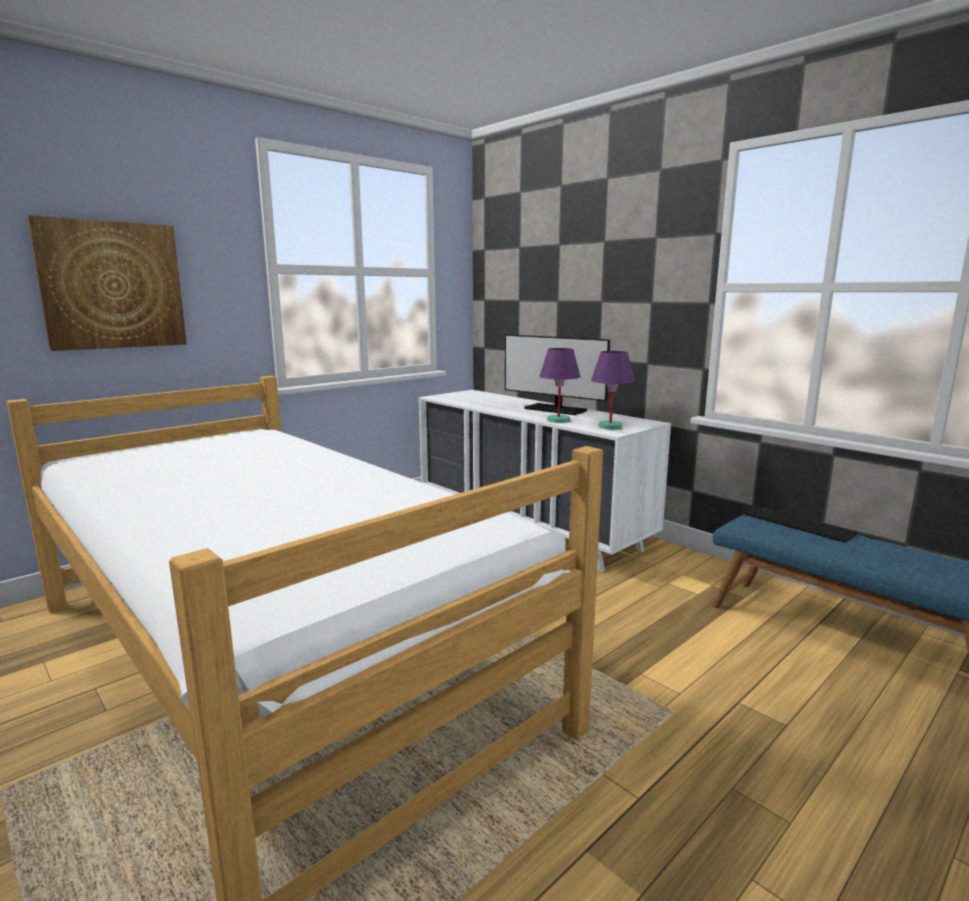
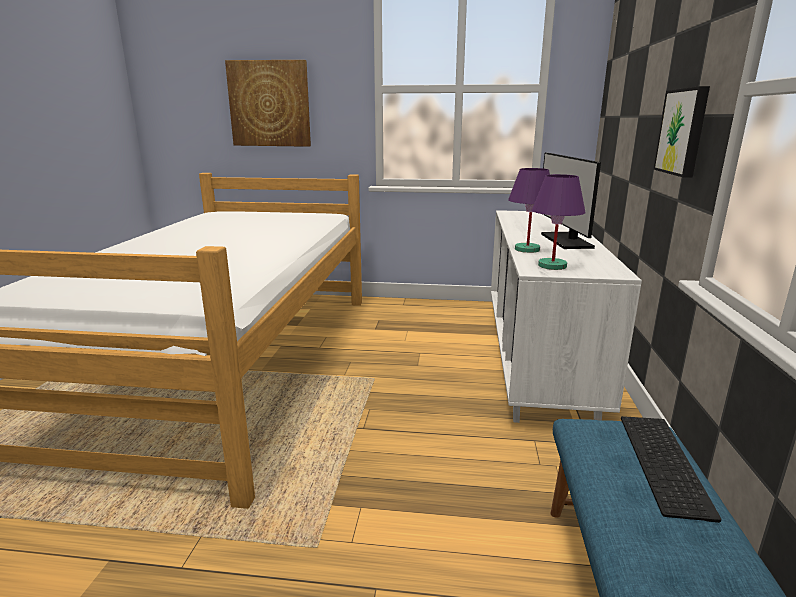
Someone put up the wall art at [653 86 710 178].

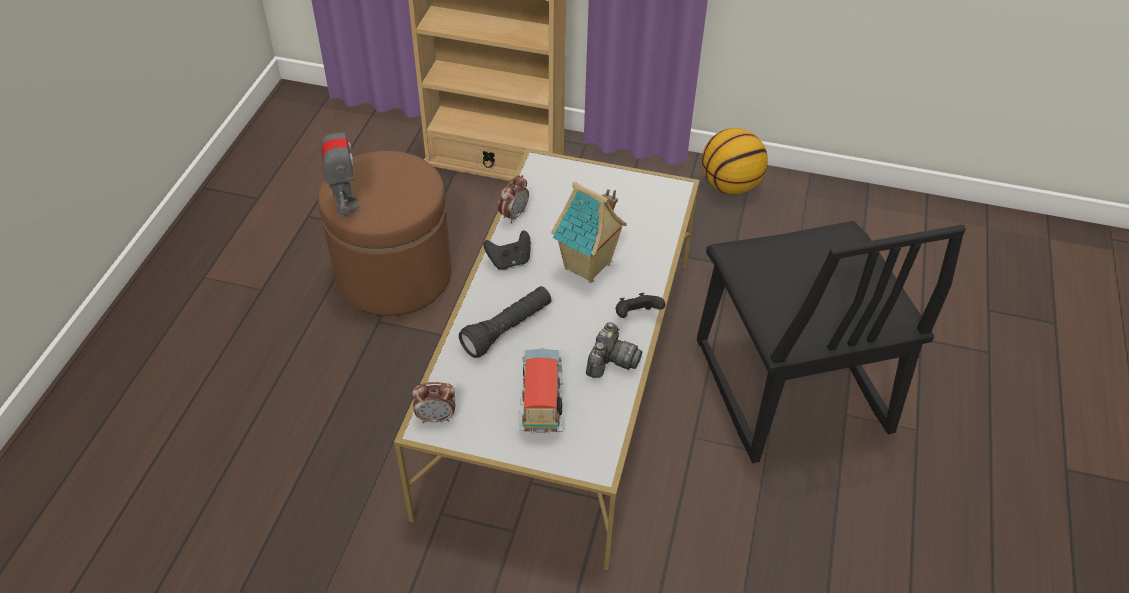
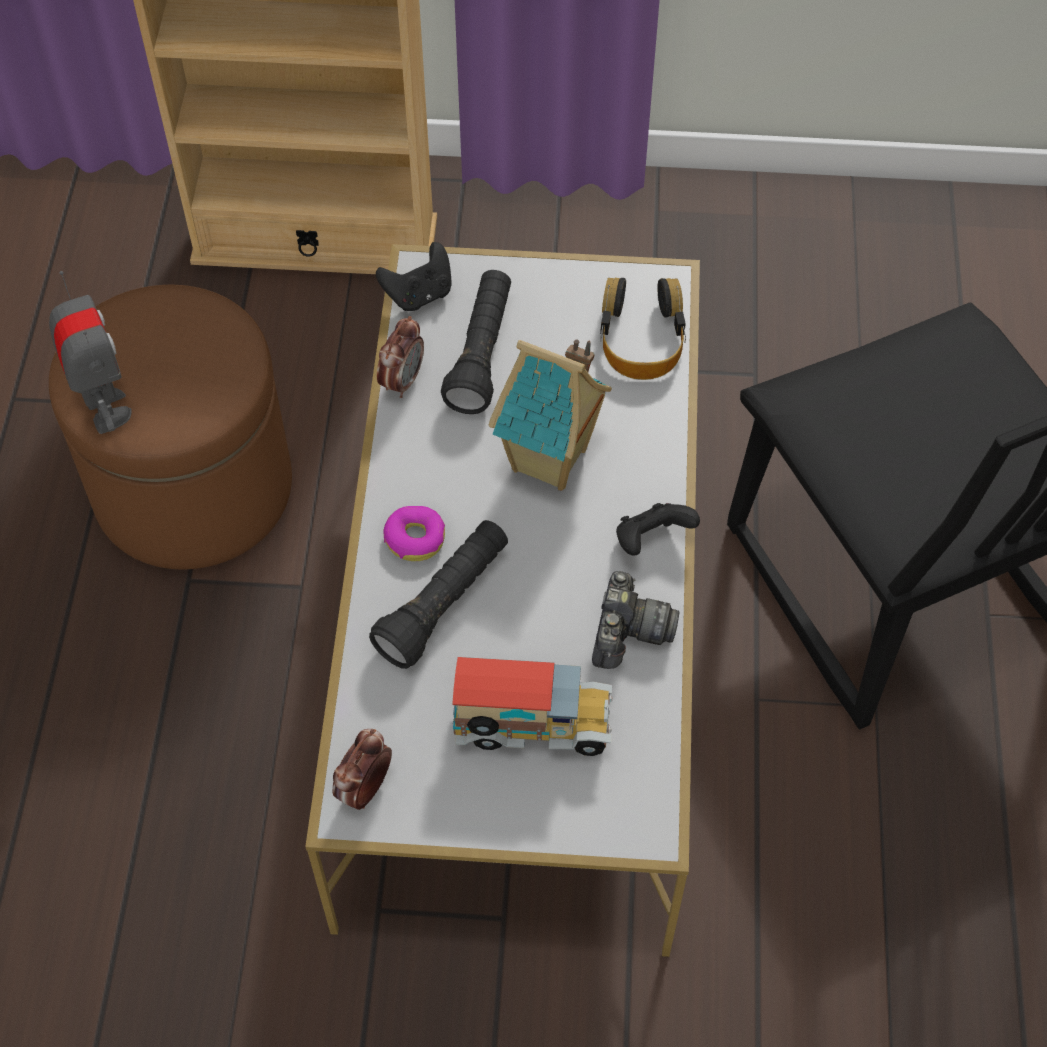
Someone rotated the table clock at [413 382 455 423] by 135 degrees clockwise. Someone carried the blackish gamepad from [483 230 531 269] to [376 242 452 311]. Someone put down the donut at [383 506 445 561]. Someone put down the blackish hand torch at [441 270 511 414]. Someone rotated the toy lorry at [519 348 563 434] by 105 degrees clockwise. Someone put down the headset at [600 278 686 380]. Someone took away the basketball ball at [702 128 768 195].

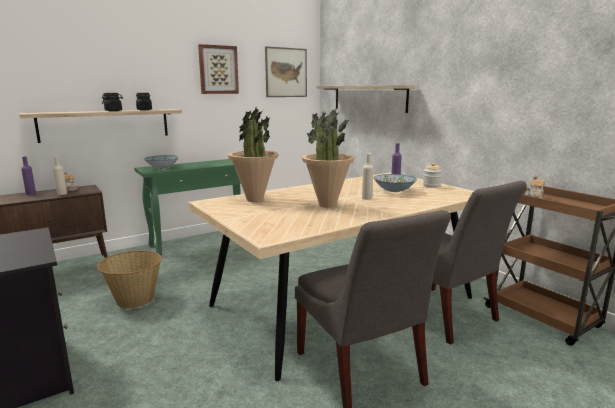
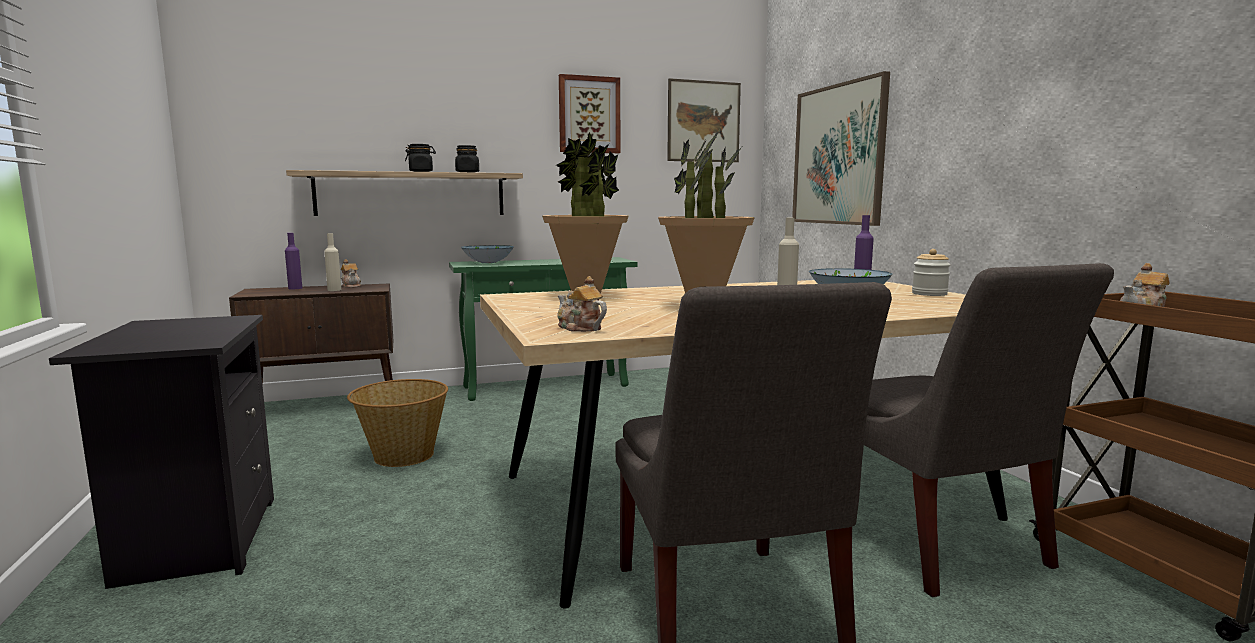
Someone put down the tea pot at [557 276 607 332]. Someone swapped the bracket shelf at [316 85 417 113] for the wall art at [792 71 890 226].

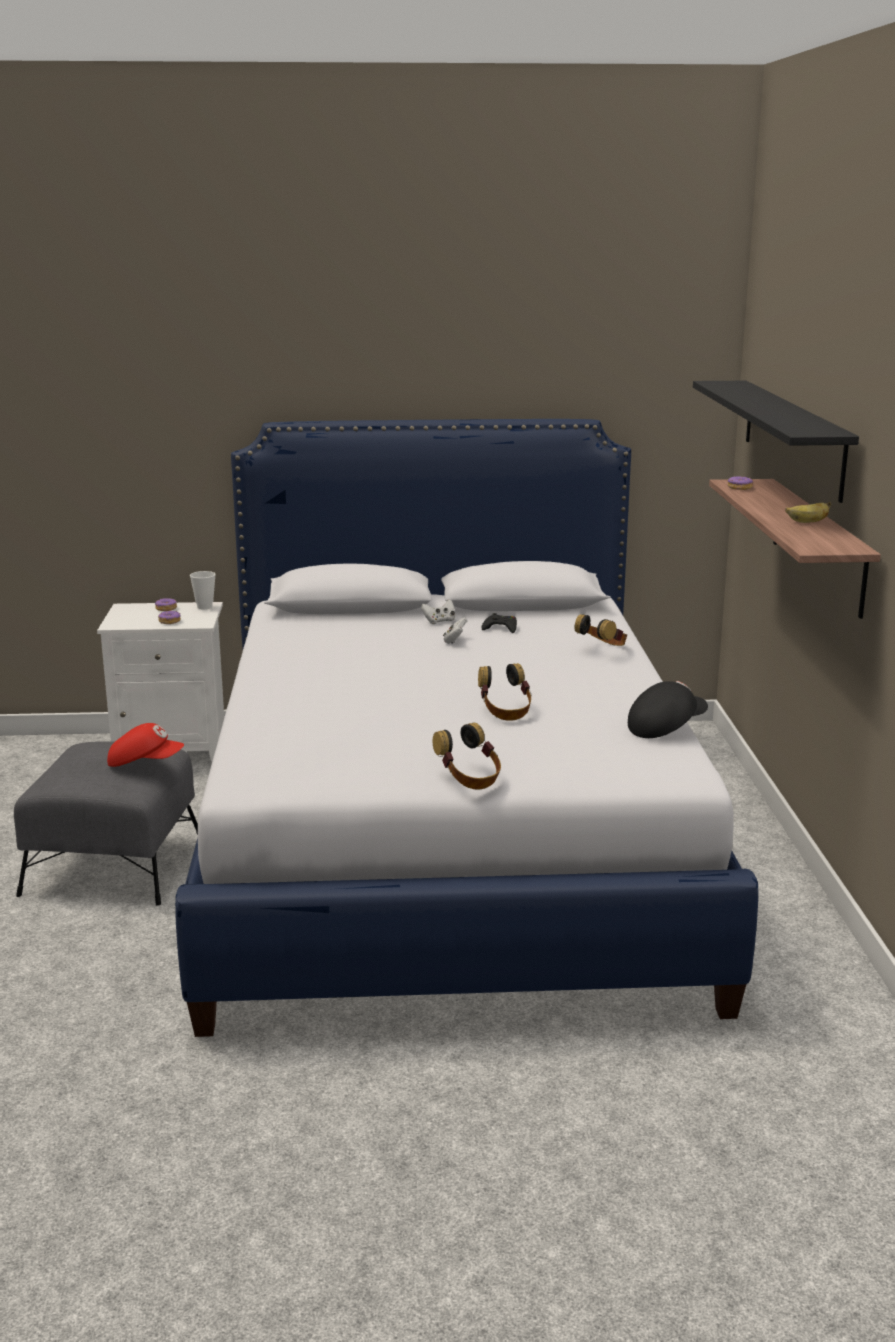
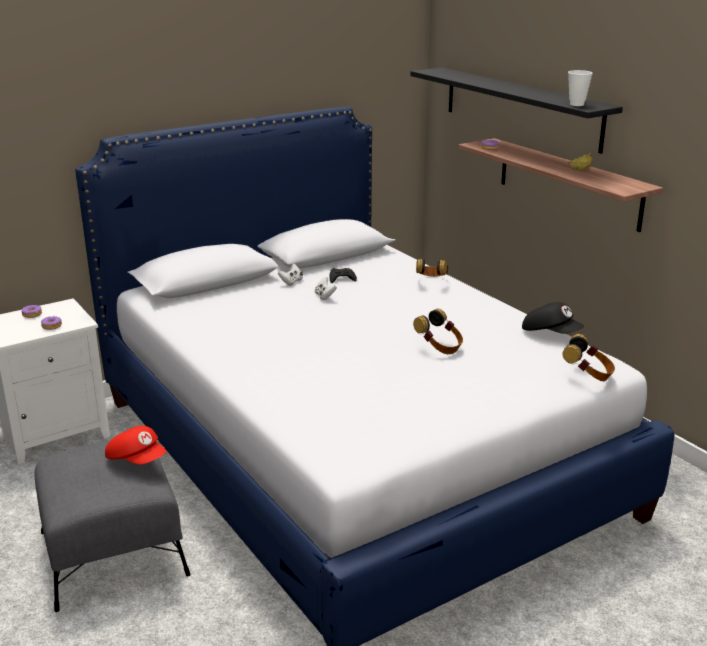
Someone rotated the reddish baseball cap at [107 723 184 767] by 60 degrees clockwise. Someone rotated the blackish baseball cap at [628 681 708 738] by 105 degrees clockwise. Someone carried the headset from [432 723 501 790] to [562 334 615 381]. Someone carried the cup from [190 571 216 610] to [568 70 593 106].

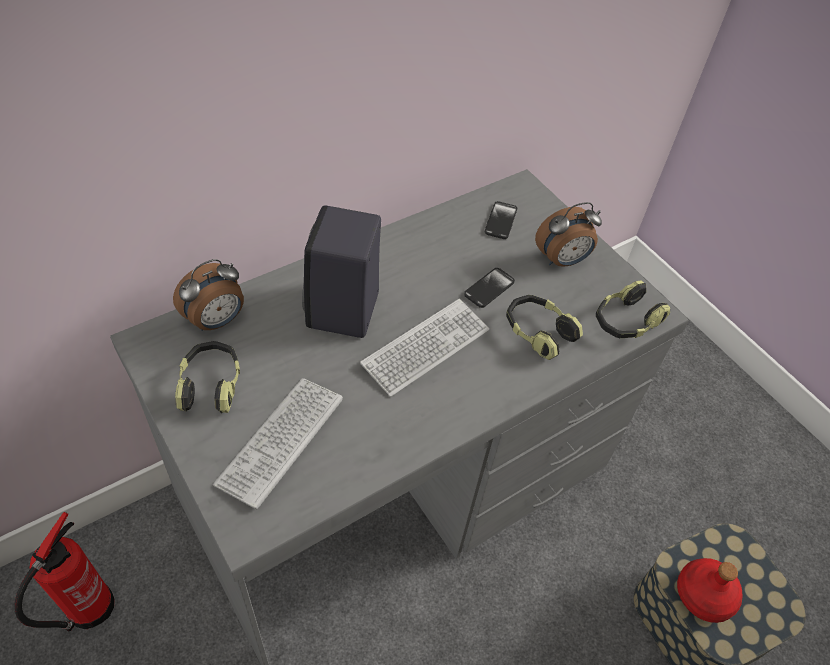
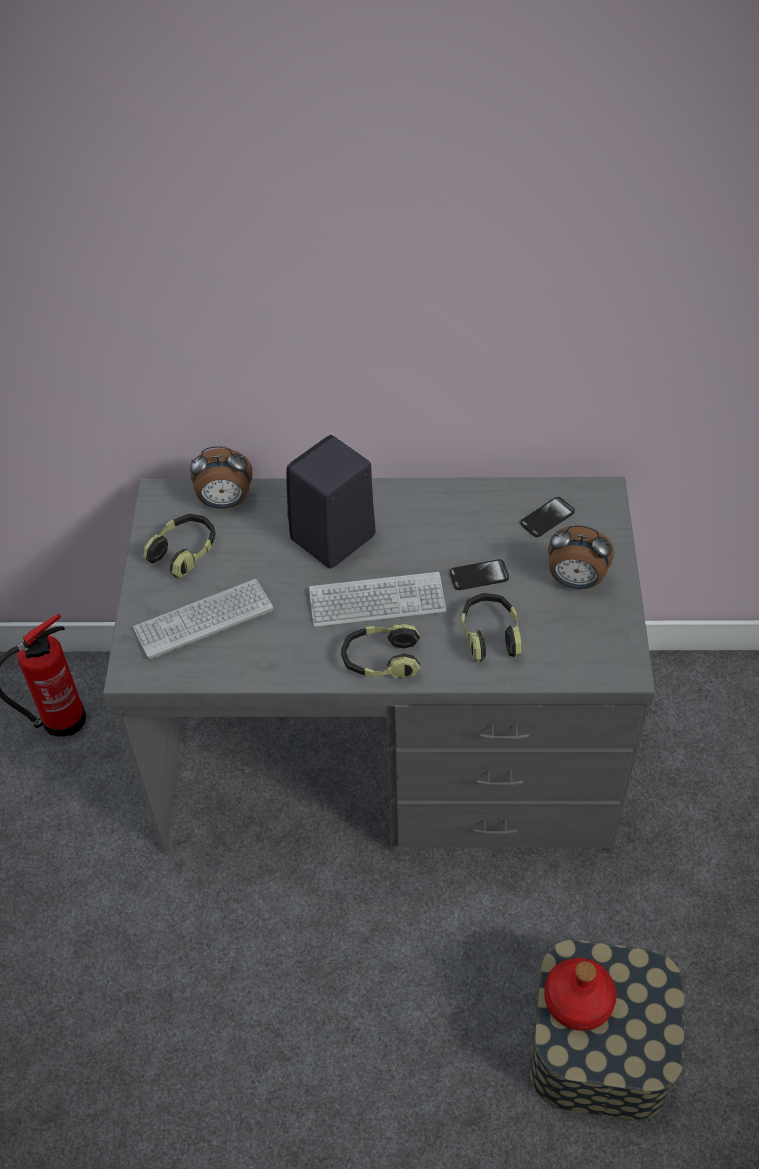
Someone carried the headset from [596 280 670 338] to [341 624 421 678].

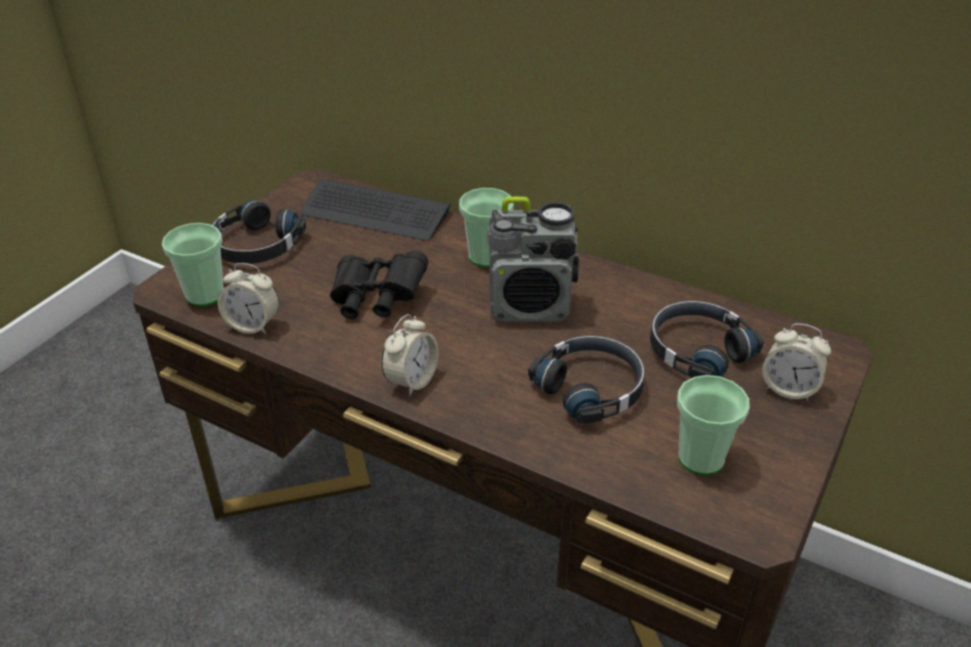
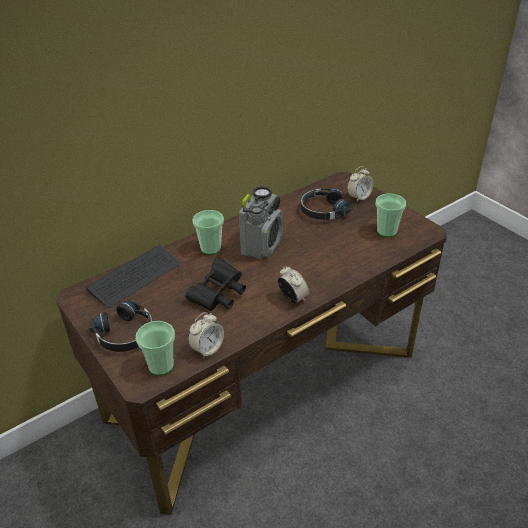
Someone took away the blackish headset at [528 335 645 424].

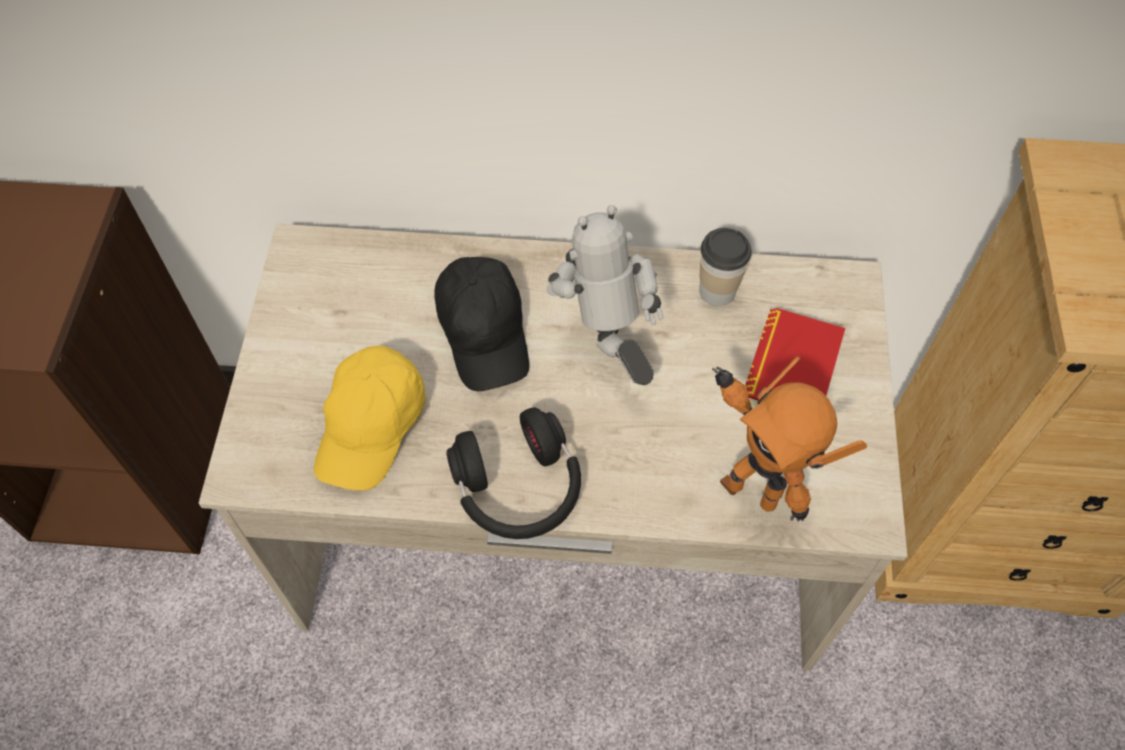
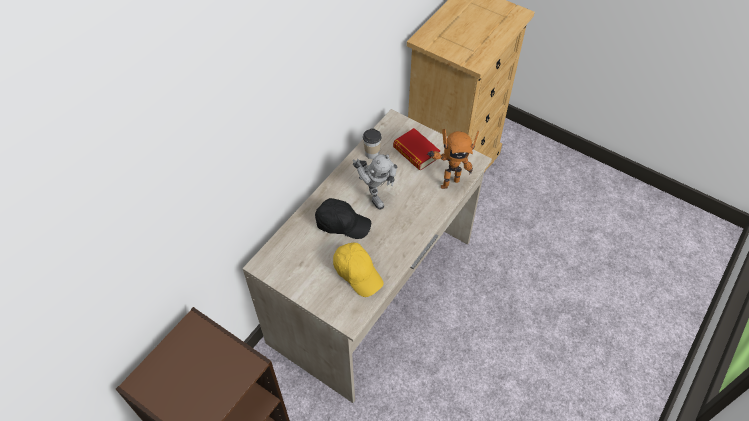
Someone rotated the robot figure at [546 205 663 385] by 135 degrees counterclockwise. Someone took away the blackish headset at [446 407 581 539].

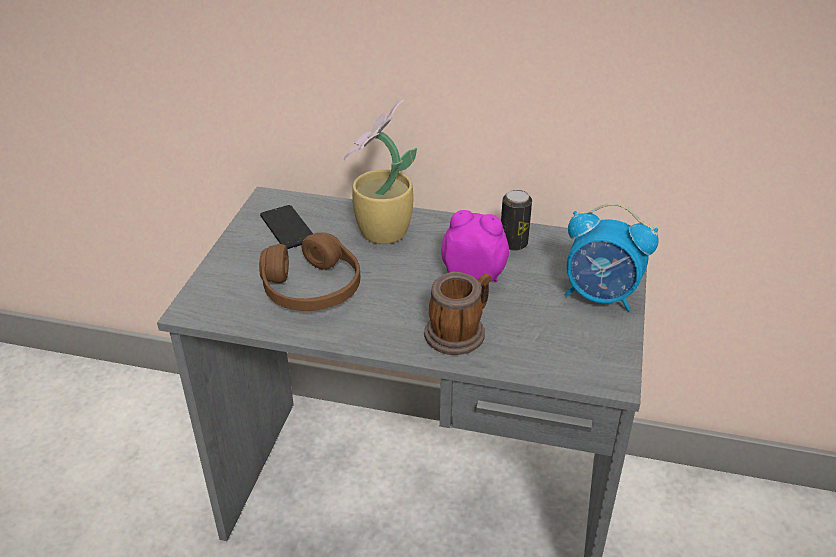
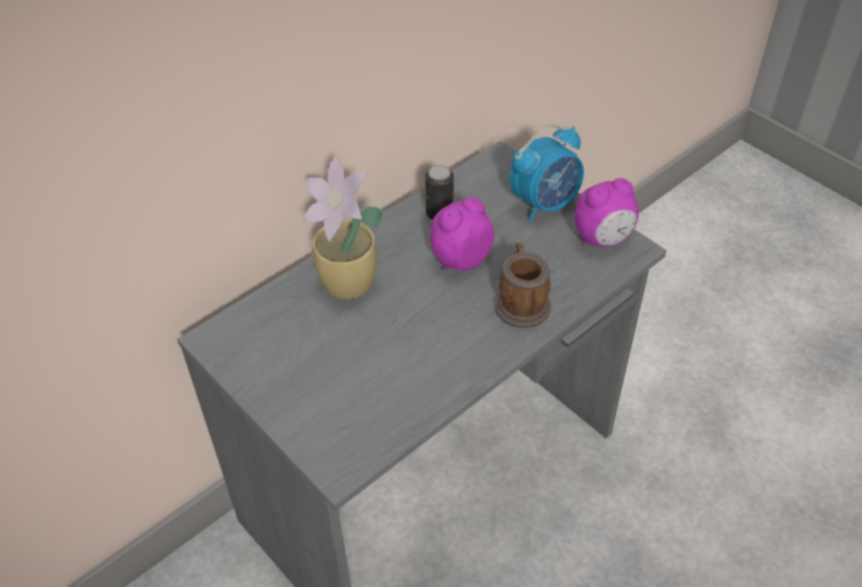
Someone put down the table clock at [574 178 639 247]. Someone took away the brown headset at [259 232 360 311]. Someone took away the handset at [260 205 313 249].

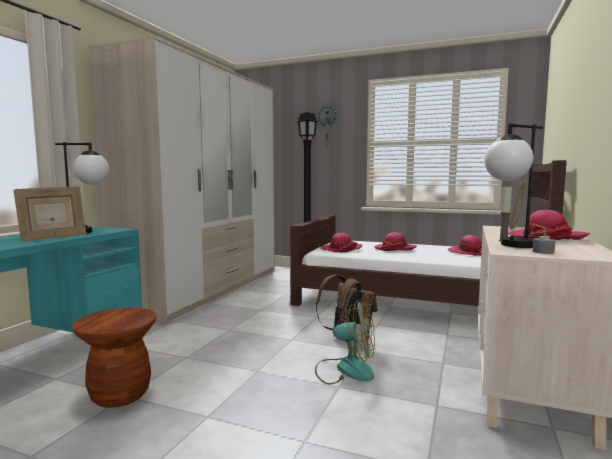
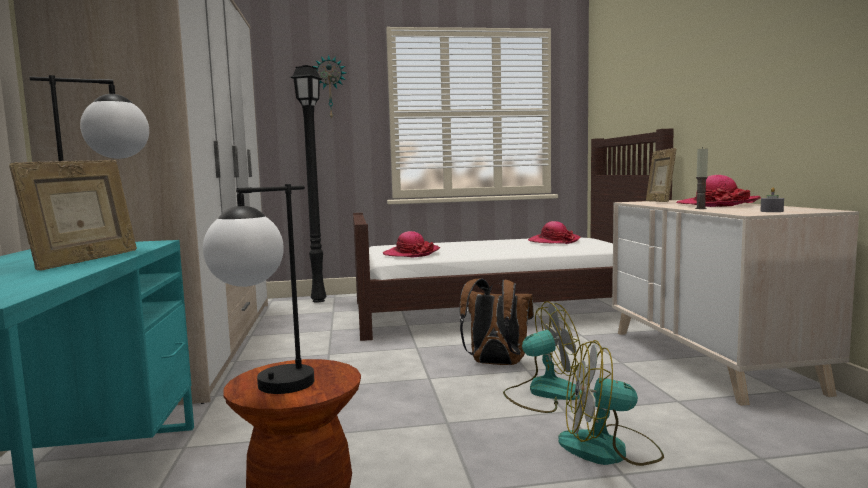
Someone carried the tabletop lamp from [484 123 543 248] to [203 184 314 394]. Someone put down the cooling fan at [558 340 664 466]. Someone took away the wearable hat at [374 232 417 251].

